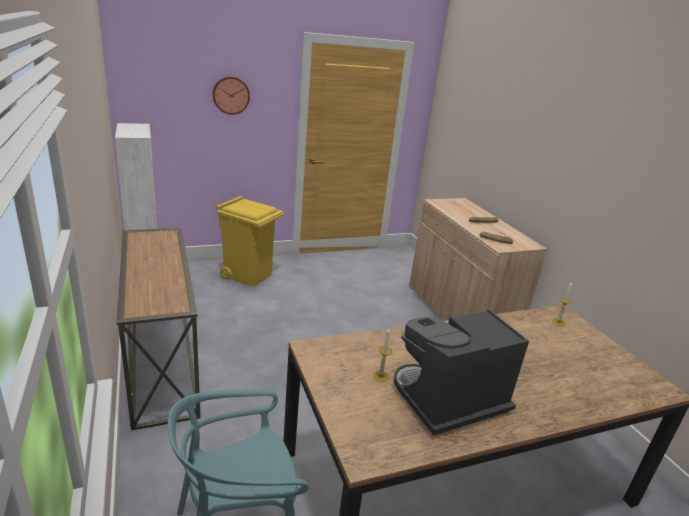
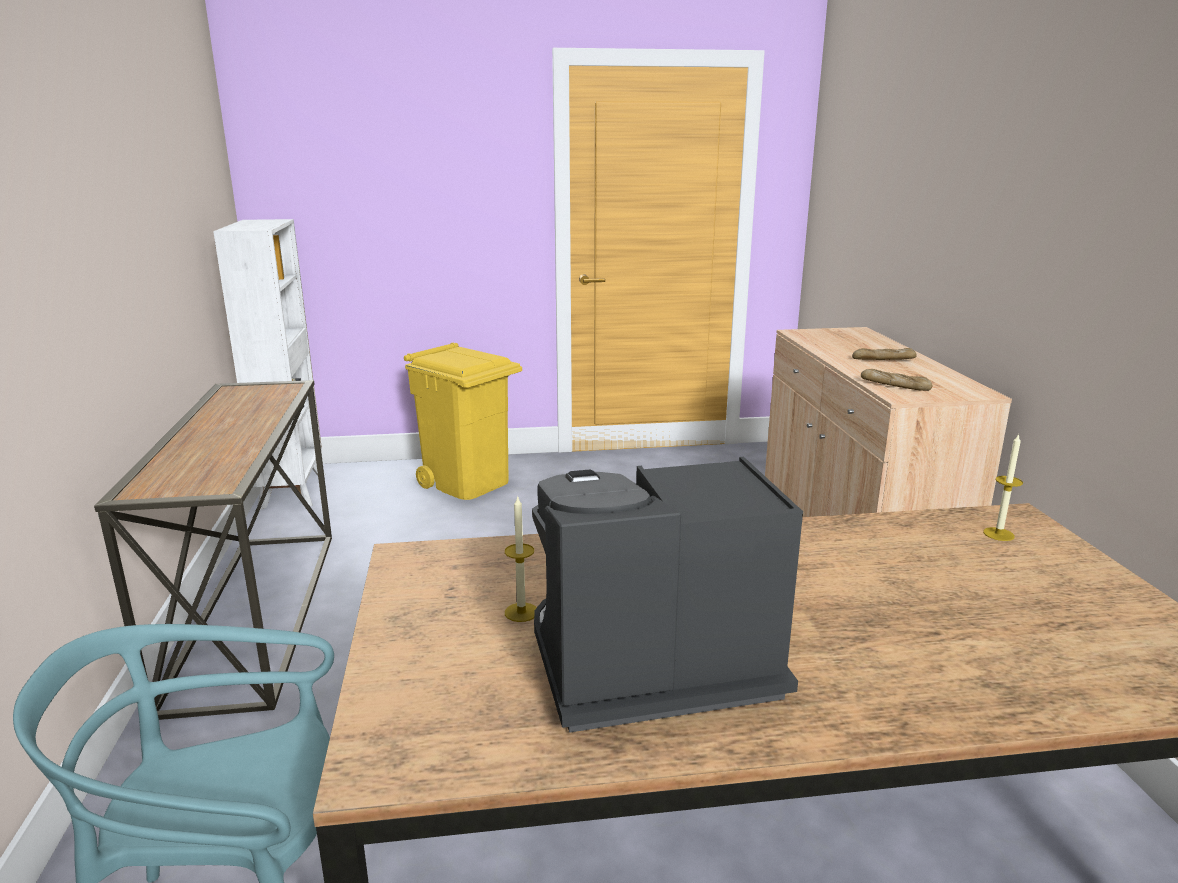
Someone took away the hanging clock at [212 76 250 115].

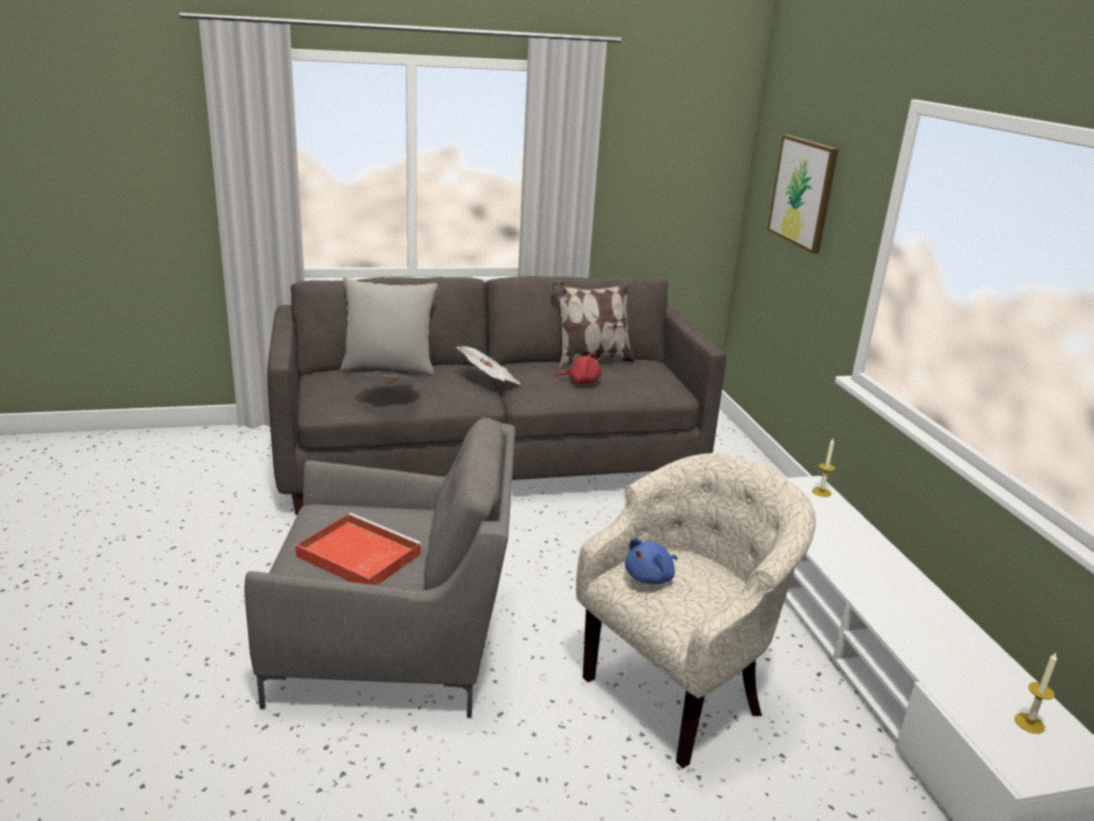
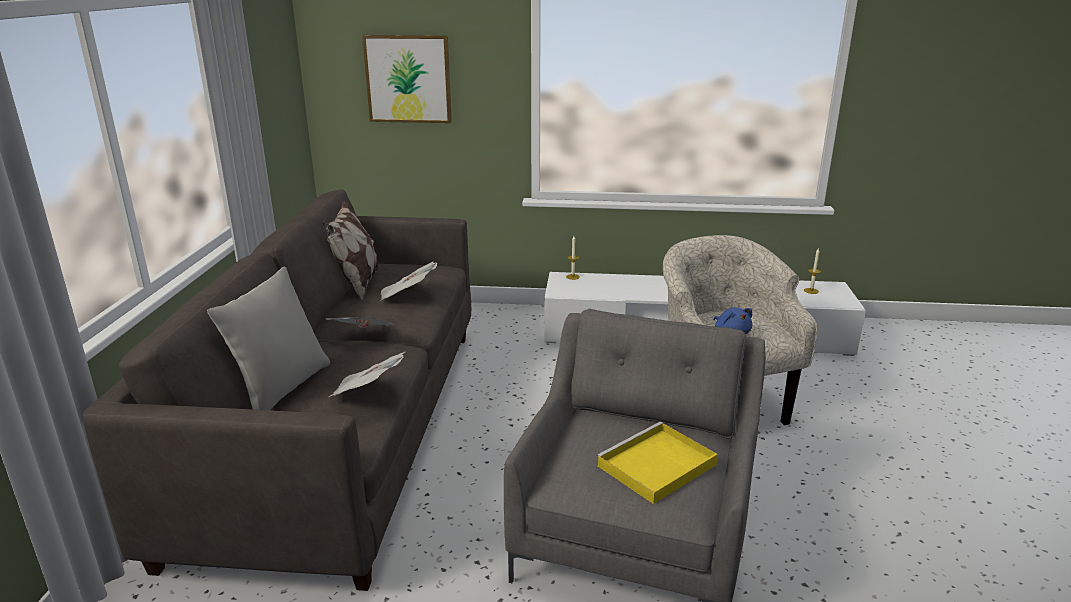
Someone swapped the reddish soft toy at [555 353 601 384] for the newspaper at [380 261 437 301]. Someone repainted the reddish carrying tray at [295 513 423 585], which became the yellow carrying tray at [596 422 718 504].

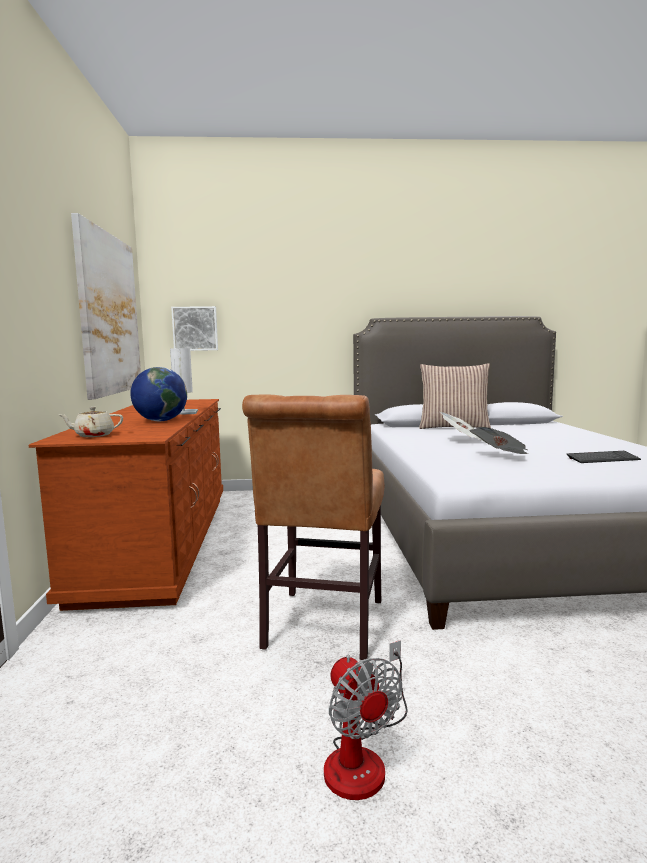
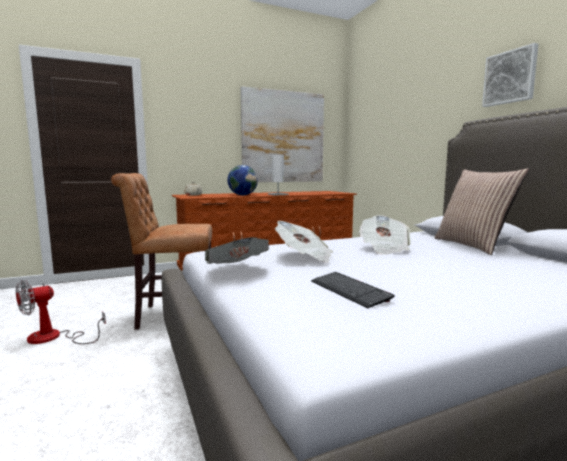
Someone put down the newspaper at [205 237 269 264]. Someone carried the wall art from [171 306 218 351] to [482 43 539 107].

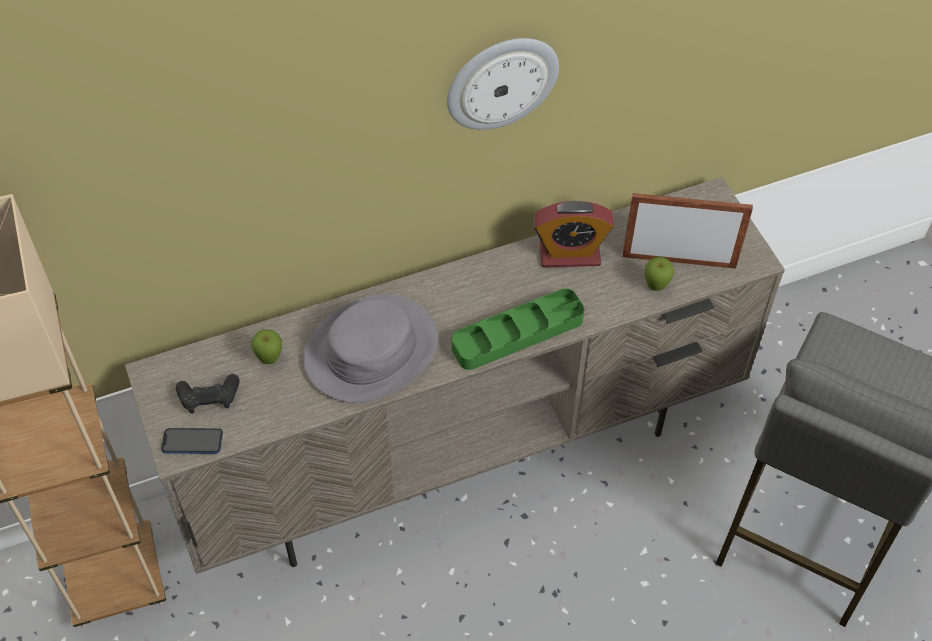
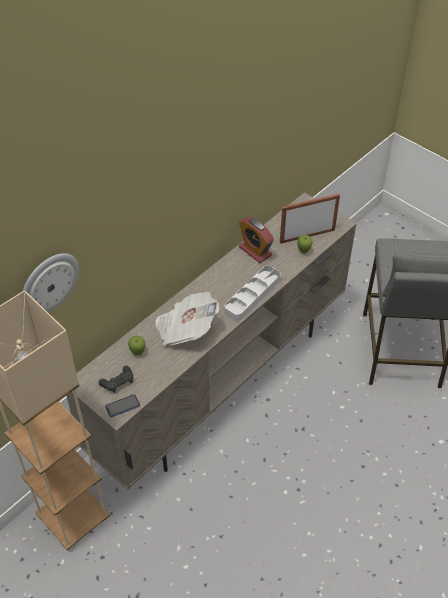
Someone carried the hanging clock from [447 38 559 130] to [23 253 79 312]. Someone swapped the gray wearable hat at [303 294 438 403] for the newspaper at [155 292 219 346]. Someone repainted the green-coloured carrying tray at [452 288 584 370], which became the gray carrying tray at [225 265 280 321]. Someone rotated the table clock at [533 201 614 267] by 75 degrees clockwise.

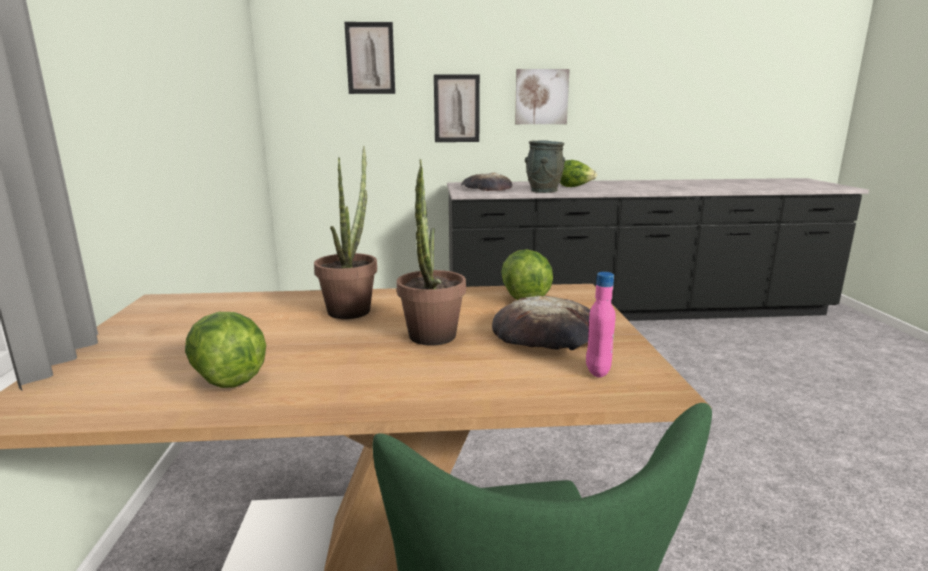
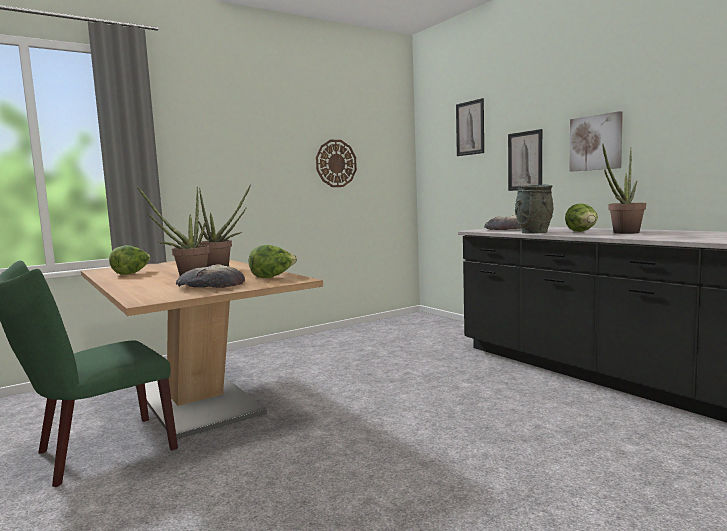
Someone put up the hanging clock at [316 140 357 187]. Someone put down the houseplant at [602 145 646 234]. Someone took away the pinkish drink bottle at [586 272 615 378].

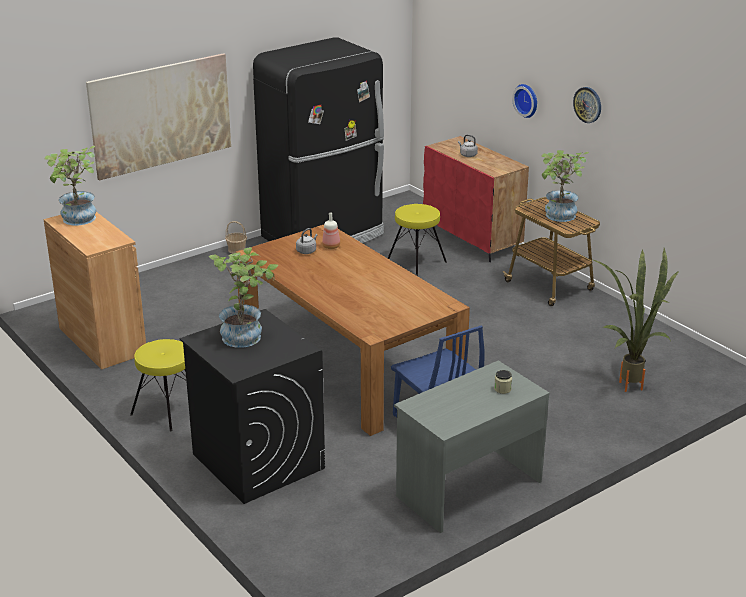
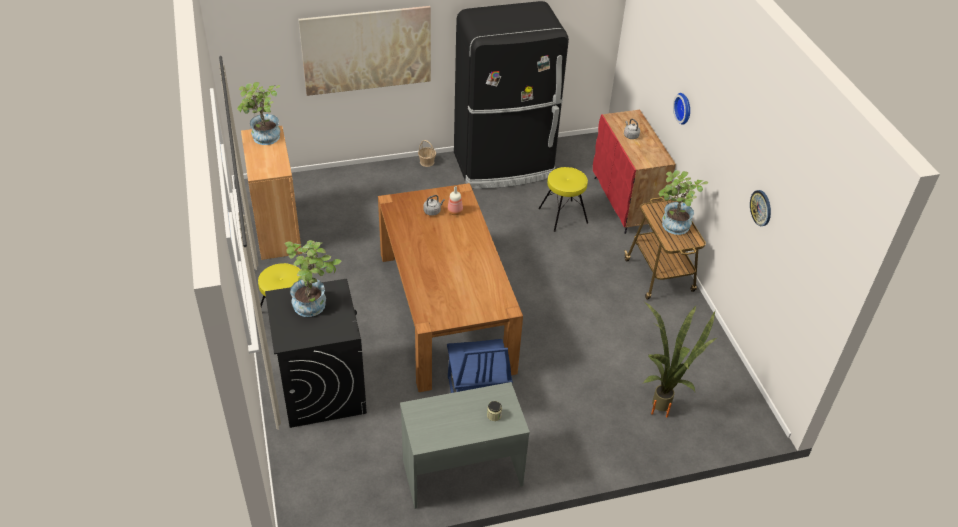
Someone carried the hanging clock from [573 87 601 123] to [750 190 771 226].

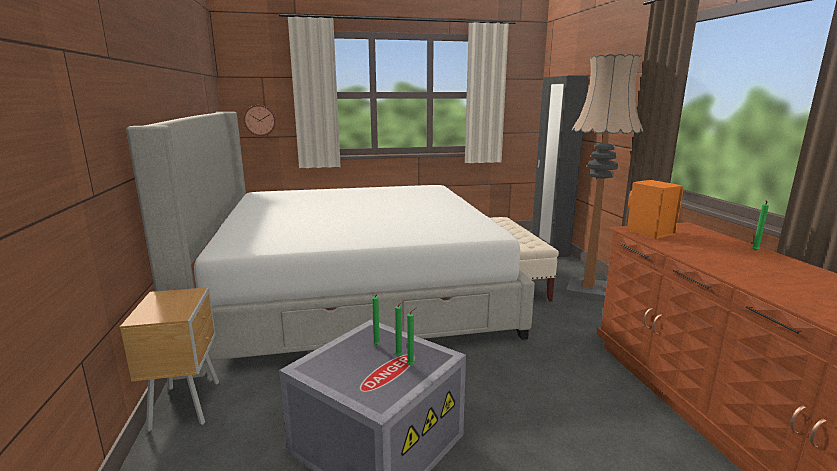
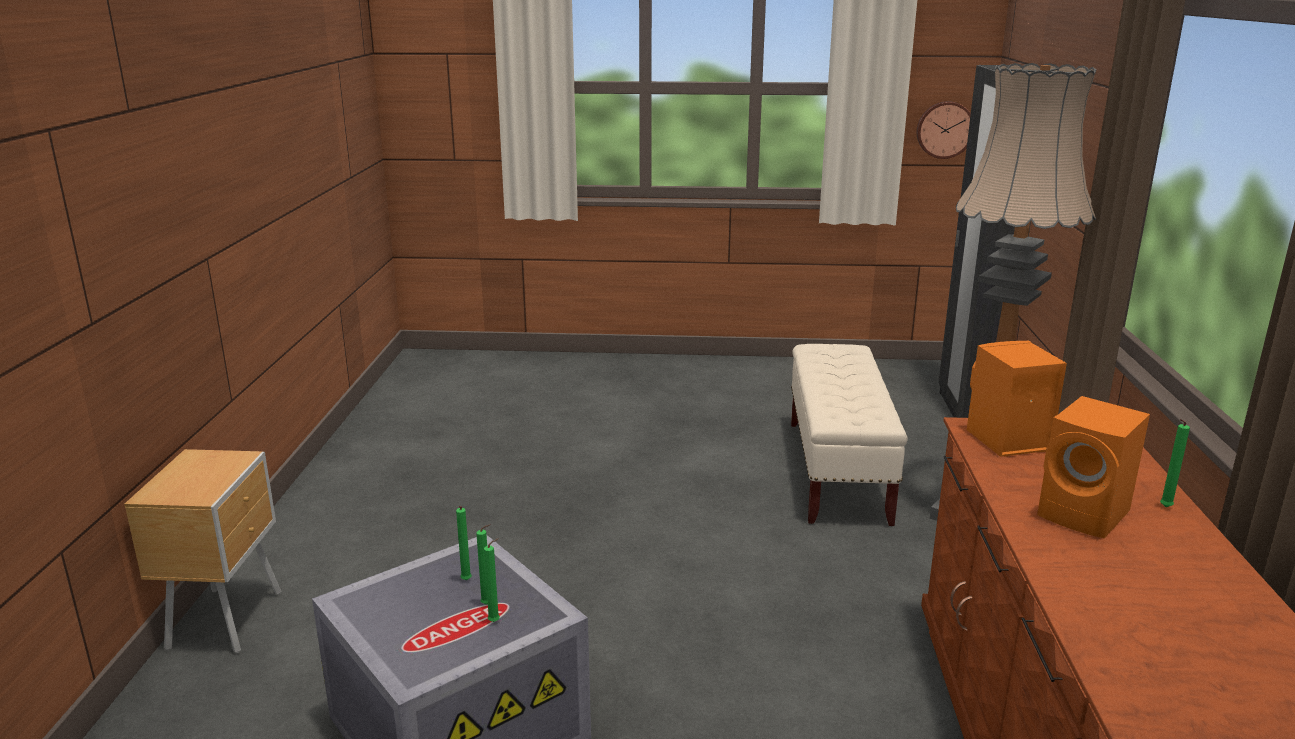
Someone carried the hanging clock from [244 105 276 136] to [917 101 971 159]. Someone put down the orangey audio speaker at [1037 396 1150 539]. Someone took away the sleeping bed at [126 112 535 380].

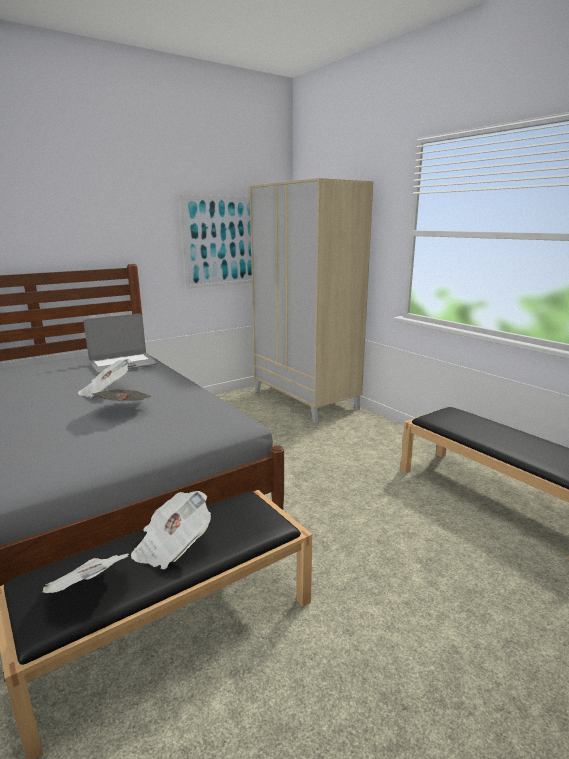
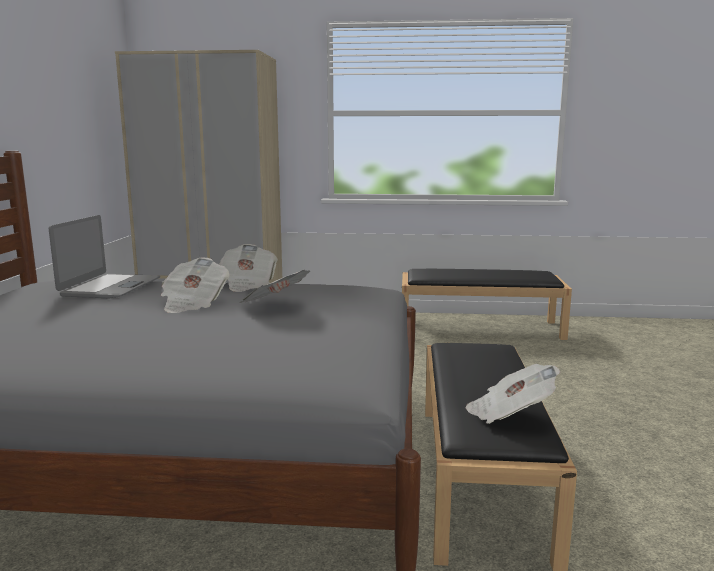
Someone carried the newspaper from [131 491 211 569] to [219 244 278 292]. Someone took away the wall art at [179 195 252 289].

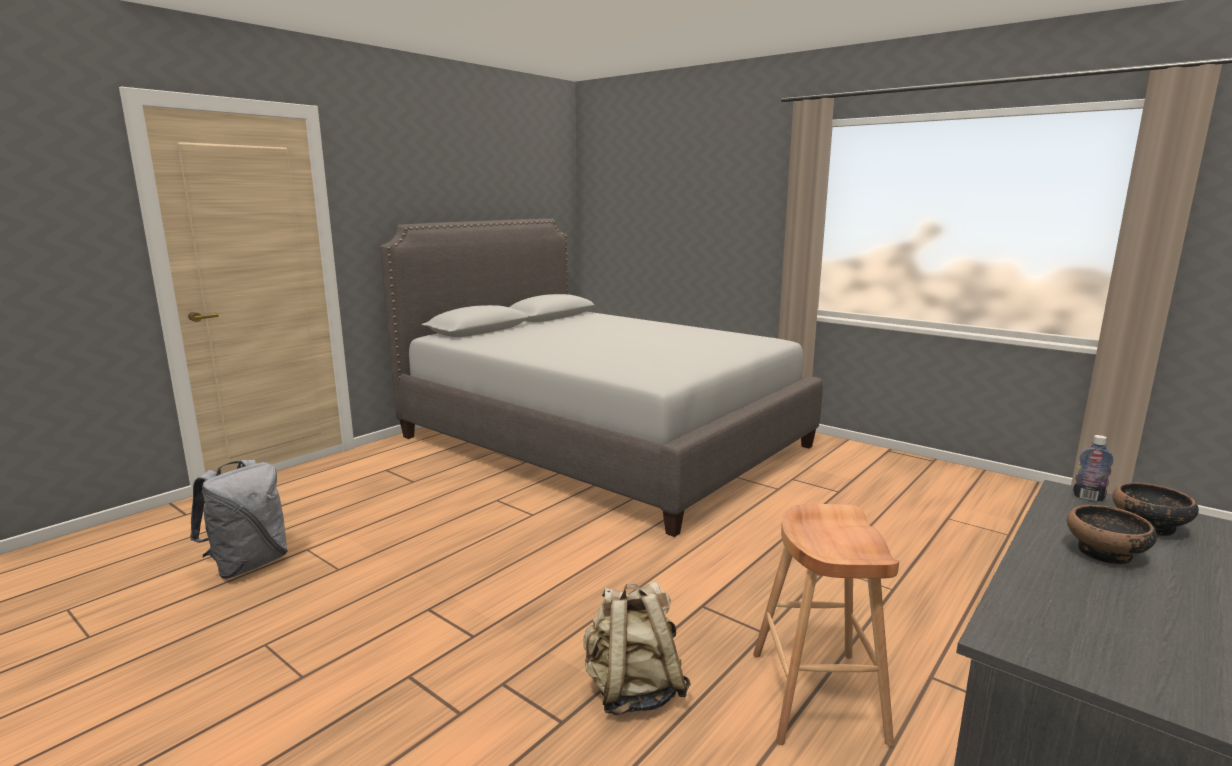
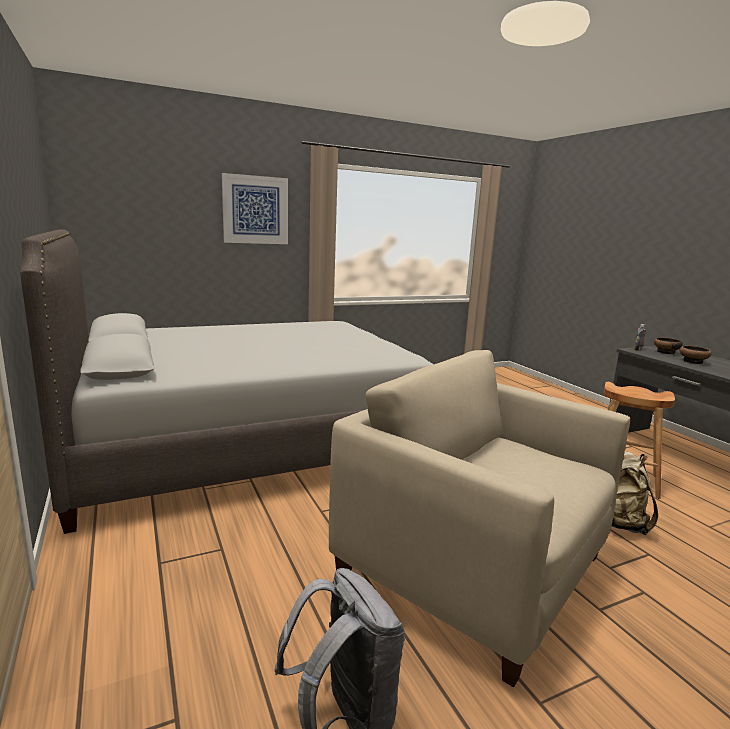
Someone put up the wall art at [222 173 288 244]. Someone put down the beige-coloured lounge chair at [329 350 630 688].

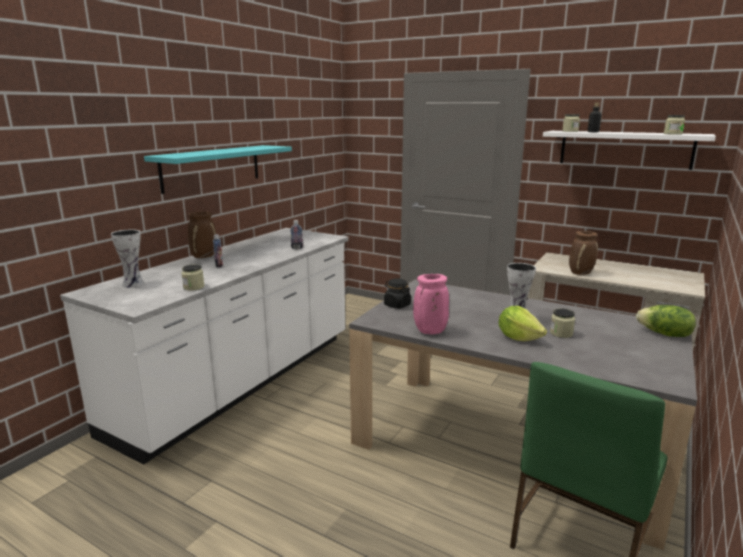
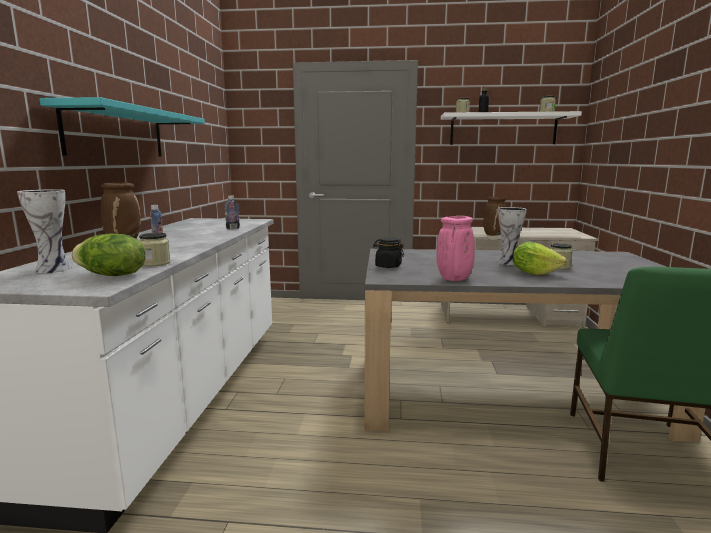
Someone carried the lettuce from [636 305 696 337] to [71 234 146 276].

